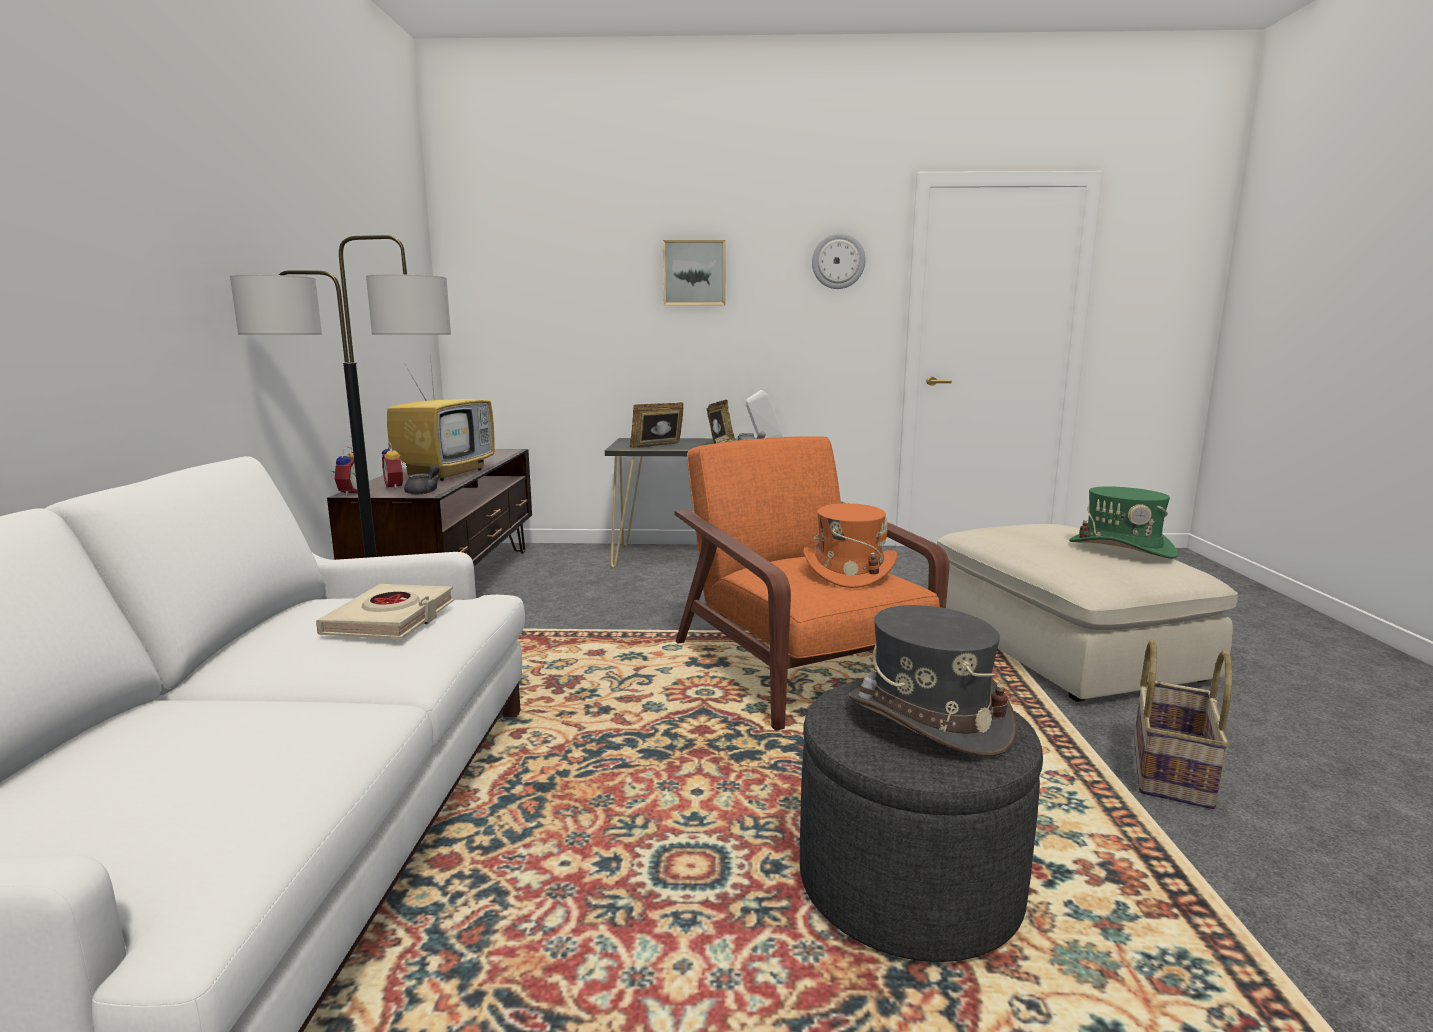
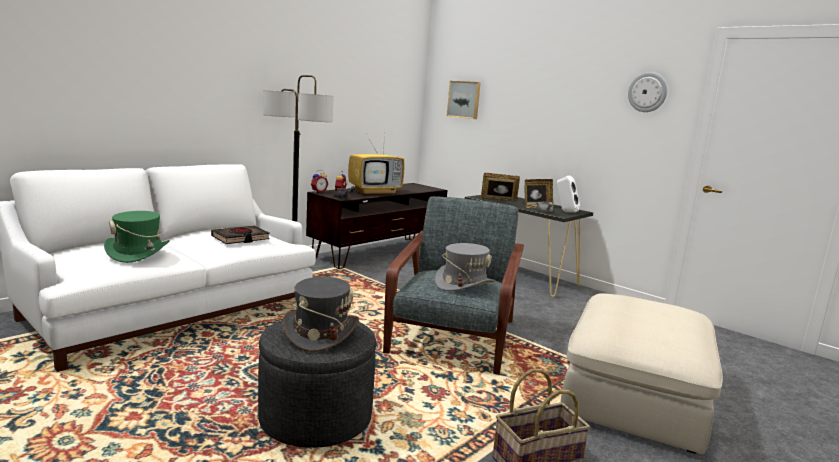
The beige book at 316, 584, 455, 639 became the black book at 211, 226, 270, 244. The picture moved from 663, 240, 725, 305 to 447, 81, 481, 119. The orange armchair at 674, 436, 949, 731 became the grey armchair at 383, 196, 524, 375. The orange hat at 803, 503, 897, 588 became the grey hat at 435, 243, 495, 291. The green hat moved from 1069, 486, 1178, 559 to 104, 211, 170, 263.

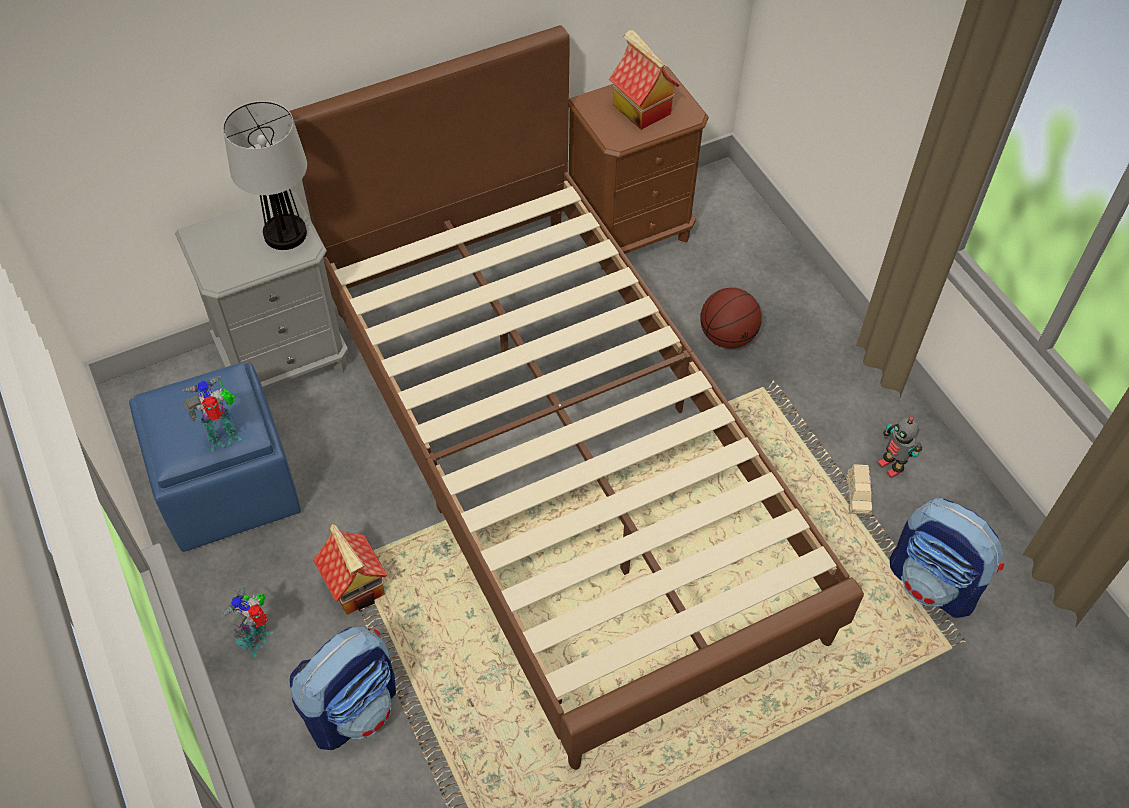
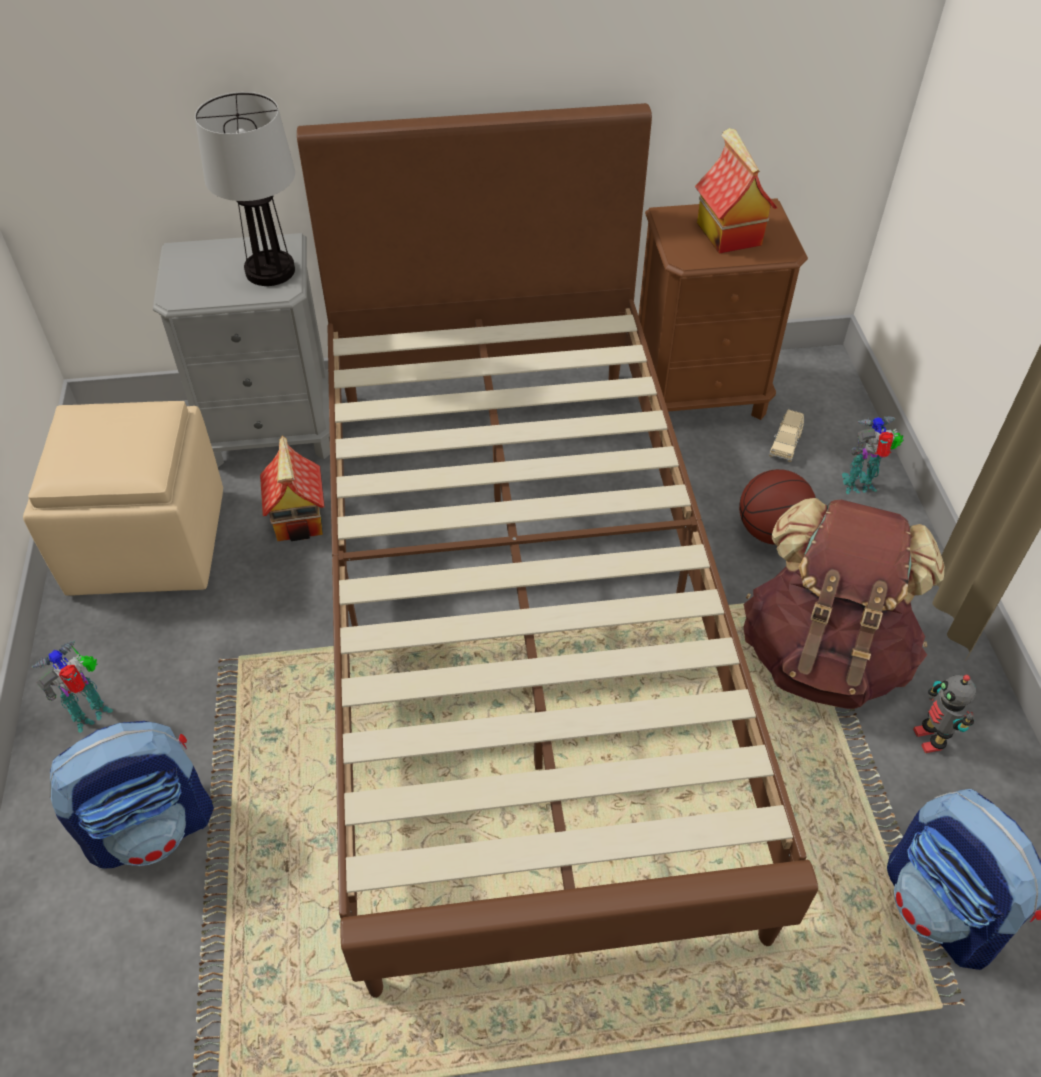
The blue ottoman at 129, 363, 301, 552 became the beige ottoman at 23, 401, 223, 596. The toy robot moved from 182, 376, 242, 452 to 841, 416, 904, 494. The toy house moved from 313, 524, 388, 615 to 260, 435, 325, 541. The beige toy car moved from 846, 464, 873, 515 to 769, 410, 804, 462. The brown backpack at 743, 498, 944, 709 appeared.

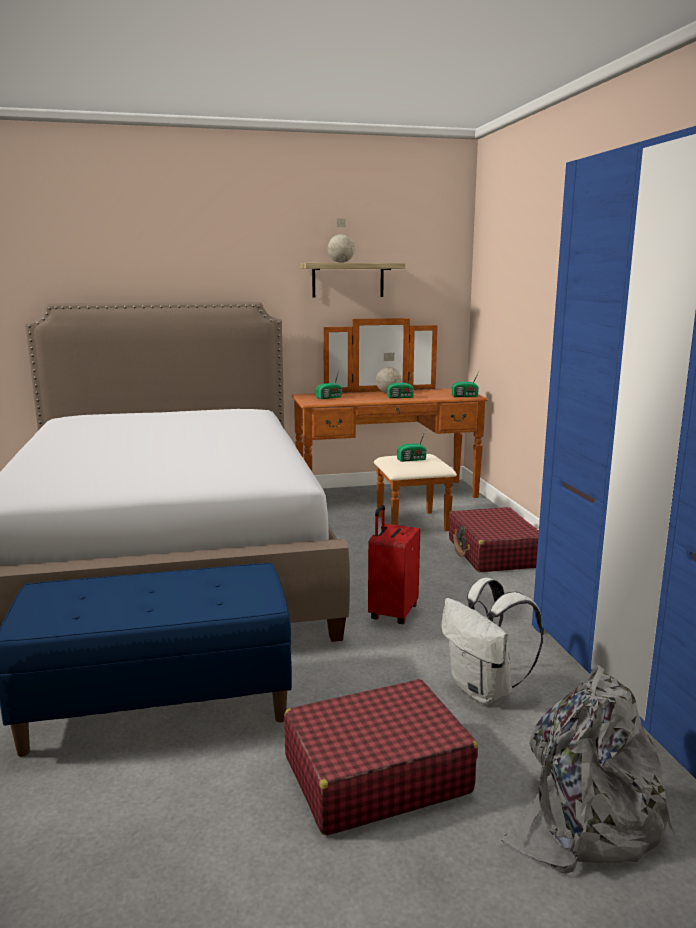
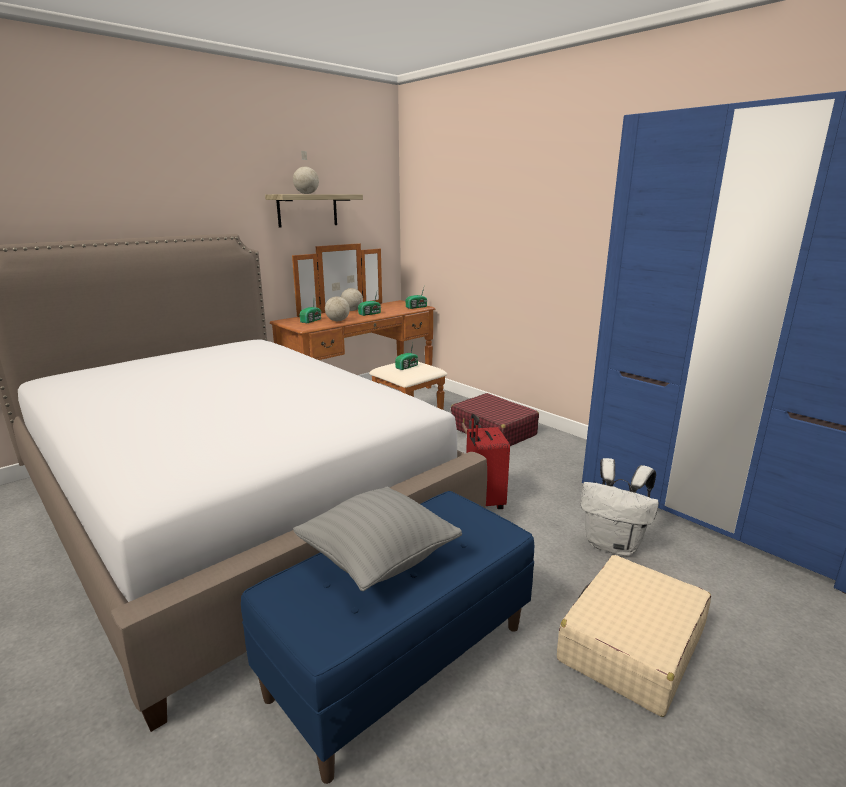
The red suitcase at 284, 679, 478, 835 became the beige suitcase at 557, 555, 711, 717. The grey backpack at 501, 665, 675, 874 disappeared. The grey pillow at 293, 486, 462, 592 appeared. The globe at 325, 282, 350, 321 appeared.

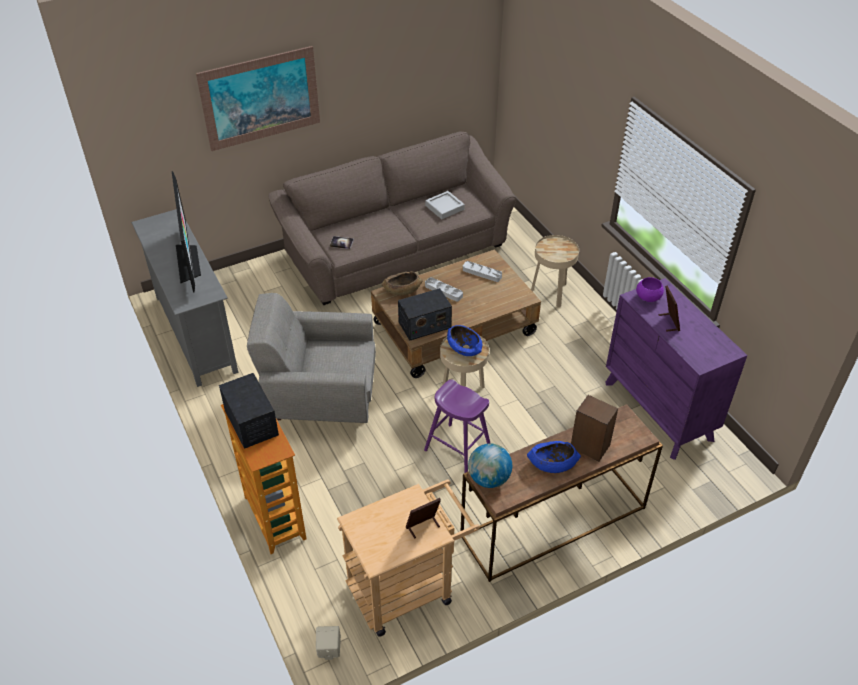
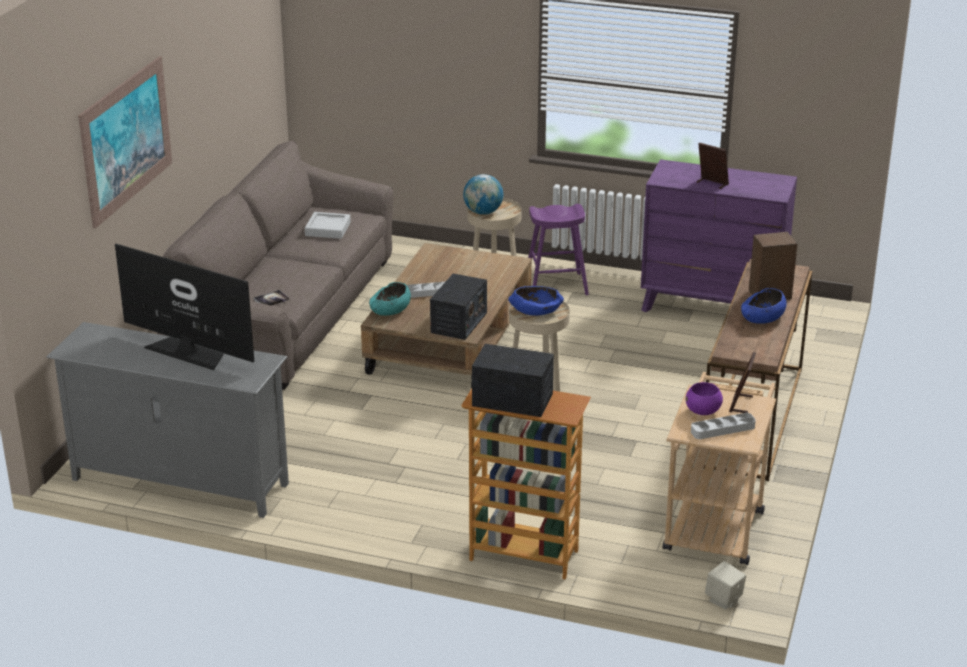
The grey armchair at 247, 293, 376, 423 disappeared. The brown bowl at 382, 271, 423, 295 became the turquoise bowl at 369, 282, 411, 316. The purple stool moved from 424, 380, 491, 473 to 528, 204, 589, 295. The grey tray moved from 463, 261, 502, 282 to 691, 413, 756, 439. The globe moved from 468, 444, 512, 488 to 463, 174, 503, 215. The purple bowl moved from 636, 277, 664, 302 to 686, 382, 723, 415.

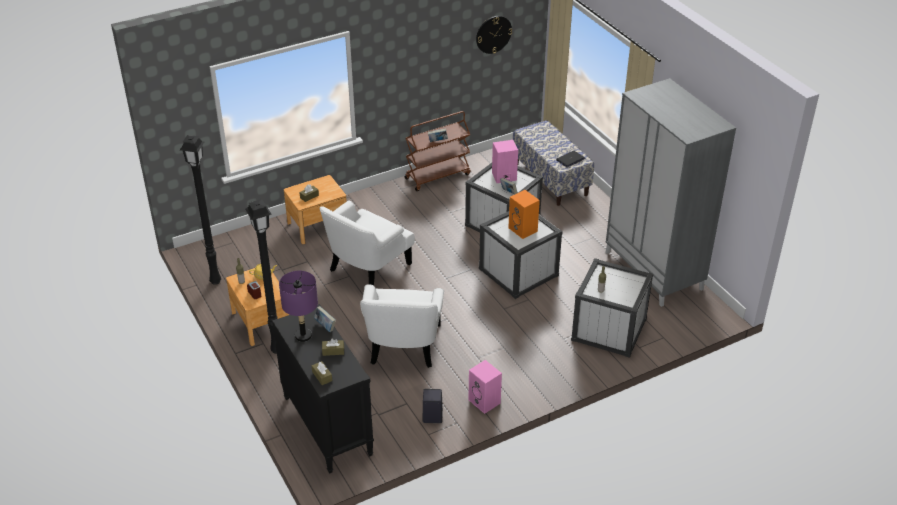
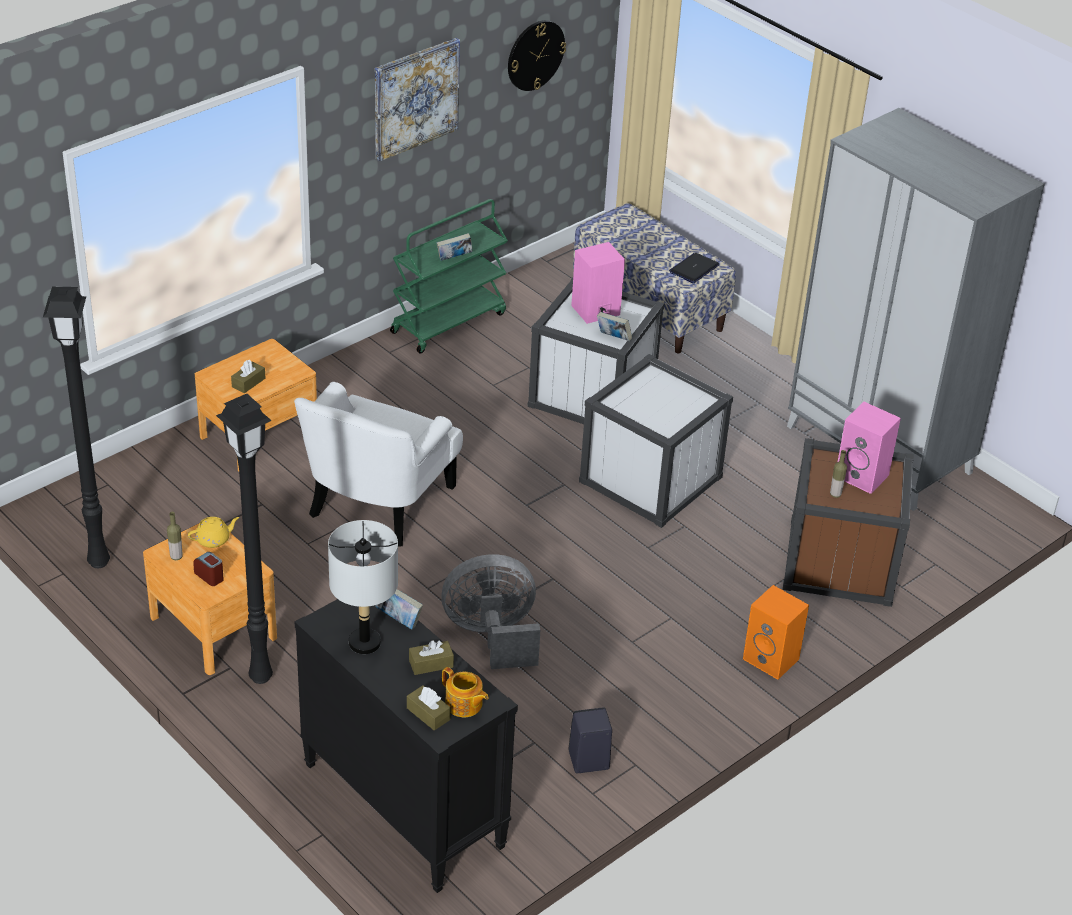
The purple table lamp at 279, 271, 318, 342 became the grey table lamp at 328, 520, 398, 654. The white armchair at 360, 284, 444, 368 was replaced by the grey fan at 441, 554, 540, 669. The brown cart at 405, 111, 471, 191 became the green cart at 390, 199, 508, 354. The pink speaker moved from 468, 360, 502, 414 to 838, 402, 901, 494. The orange speaker moved from 508, 190, 540, 239 to 743, 585, 809, 680. The white storage box at 571, 258, 653, 358 became the brown storage box at 782, 438, 914, 607. The picture at 375, 38, 460, 162 appeared. The teapot at 442, 667, 489, 717 appeared.

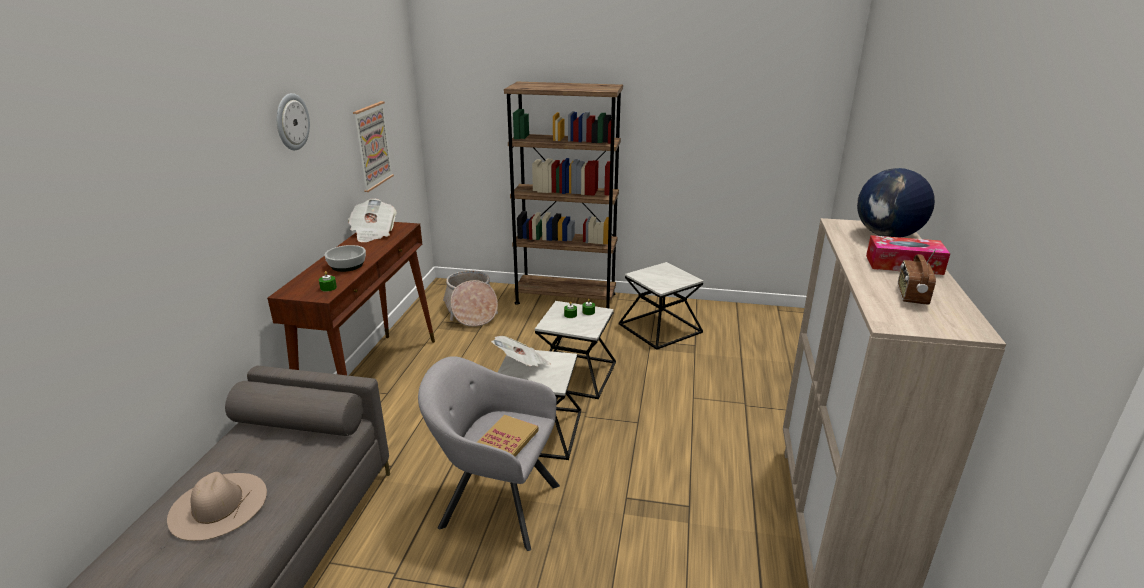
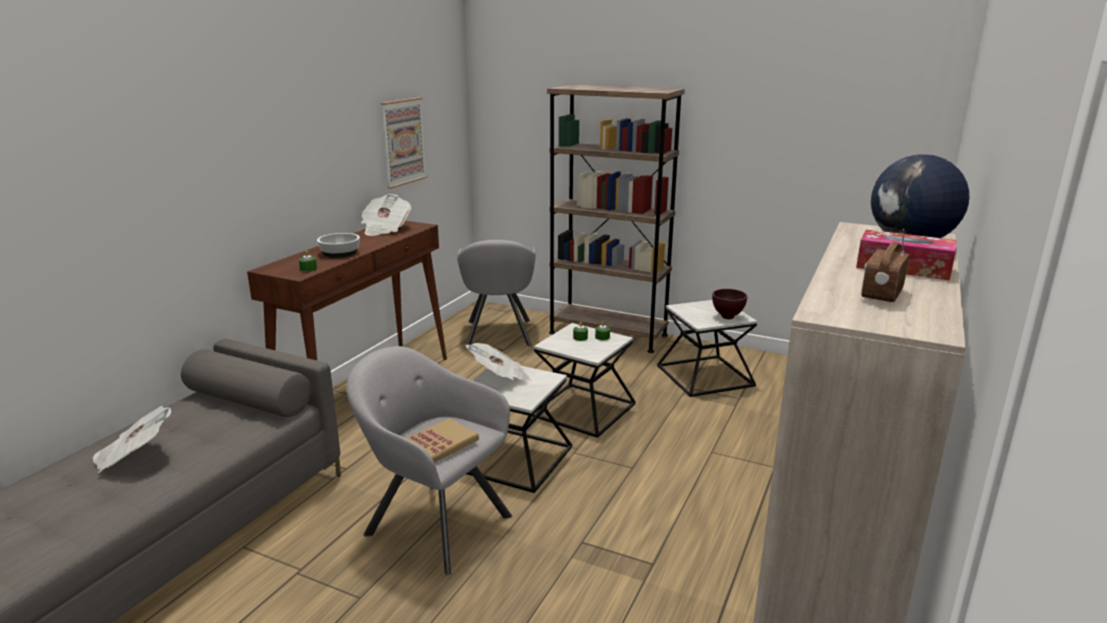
The beige hat at 167, 472, 267, 541 was replaced by the newspaper at 93, 406, 171, 473. The wall clock at 277, 93, 310, 150 disappeared. The basket at 443, 270, 498, 327 was replaced by the grey armchair at 457, 240, 536, 348. The brown bowl at 712, 289, 747, 319 appeared.

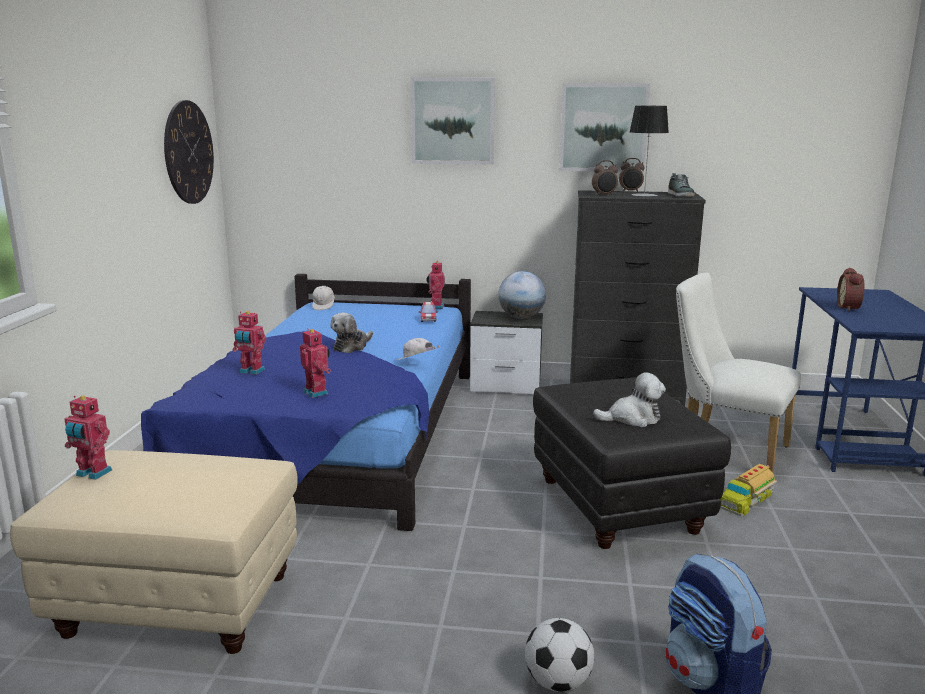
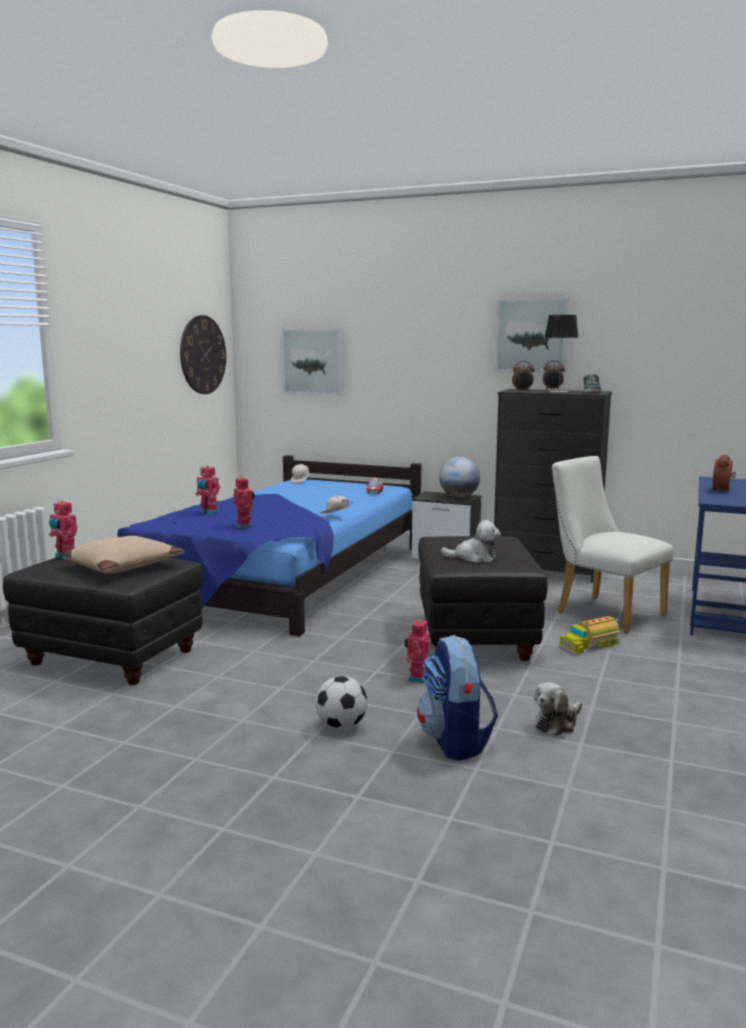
The beige ottoman at 10, 450, 297, 654 became the black ottoman at 3, 557, 203, 685. The plush toy moved from 330, 312, 373, 353 to 534, 682, 582, 736. The picture moved from 411, 78, 495, 165 to 281, 328, 342, 396. The toy robot moved from 427, 261, 445, 309 to 405, 618, 430, 683. The beige pillow at 63, 536, 184, 574 appeared.

